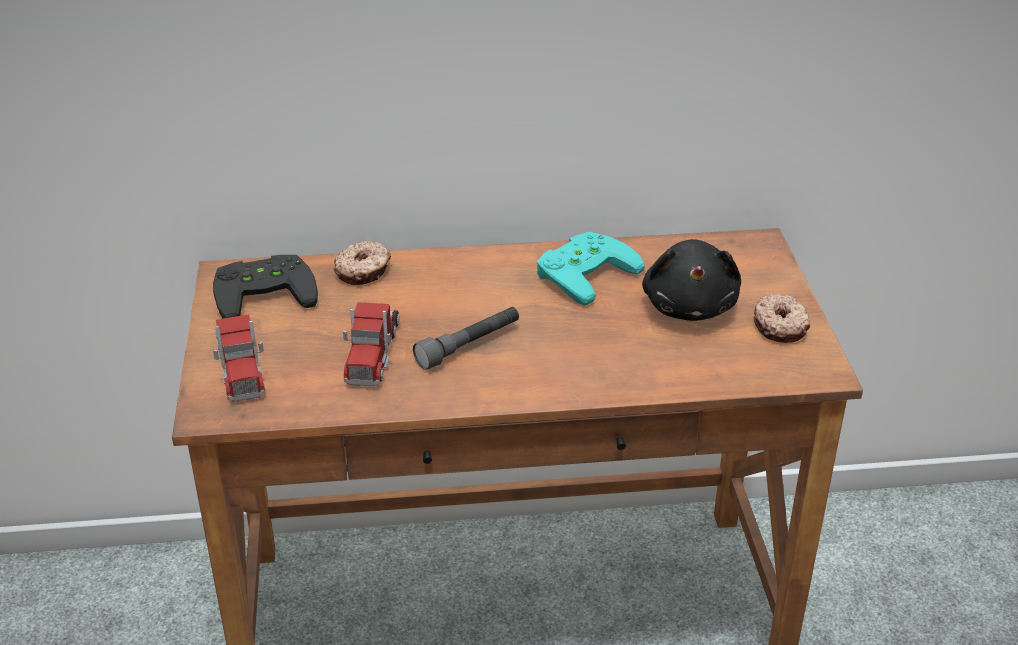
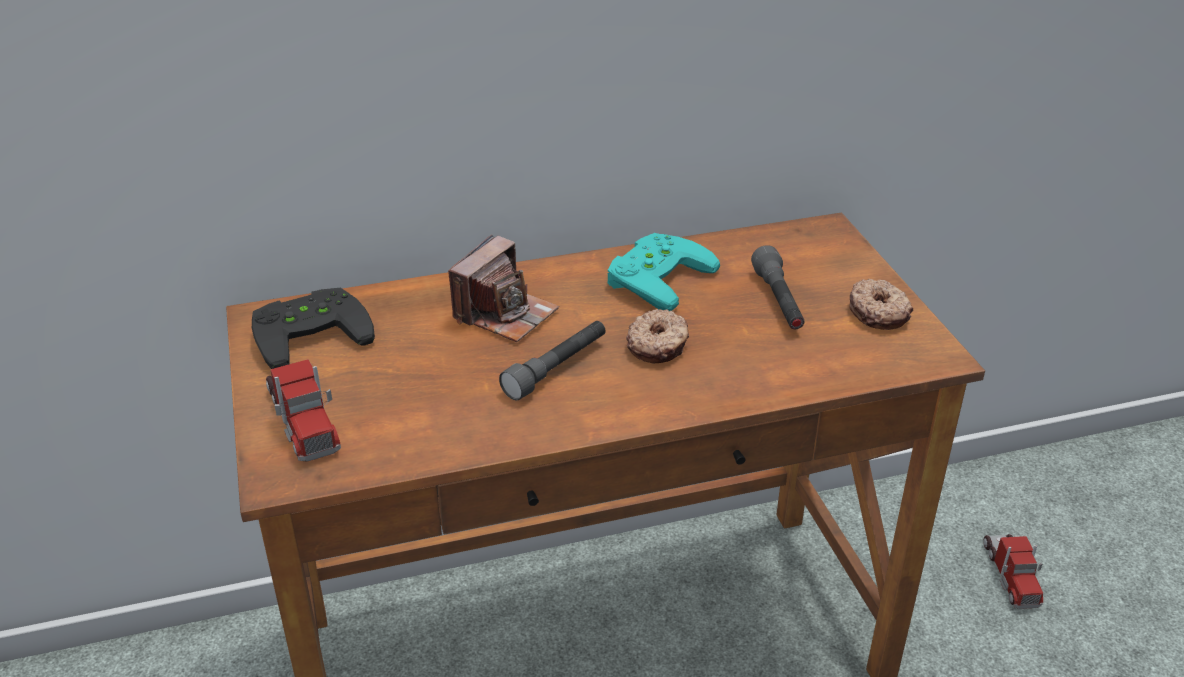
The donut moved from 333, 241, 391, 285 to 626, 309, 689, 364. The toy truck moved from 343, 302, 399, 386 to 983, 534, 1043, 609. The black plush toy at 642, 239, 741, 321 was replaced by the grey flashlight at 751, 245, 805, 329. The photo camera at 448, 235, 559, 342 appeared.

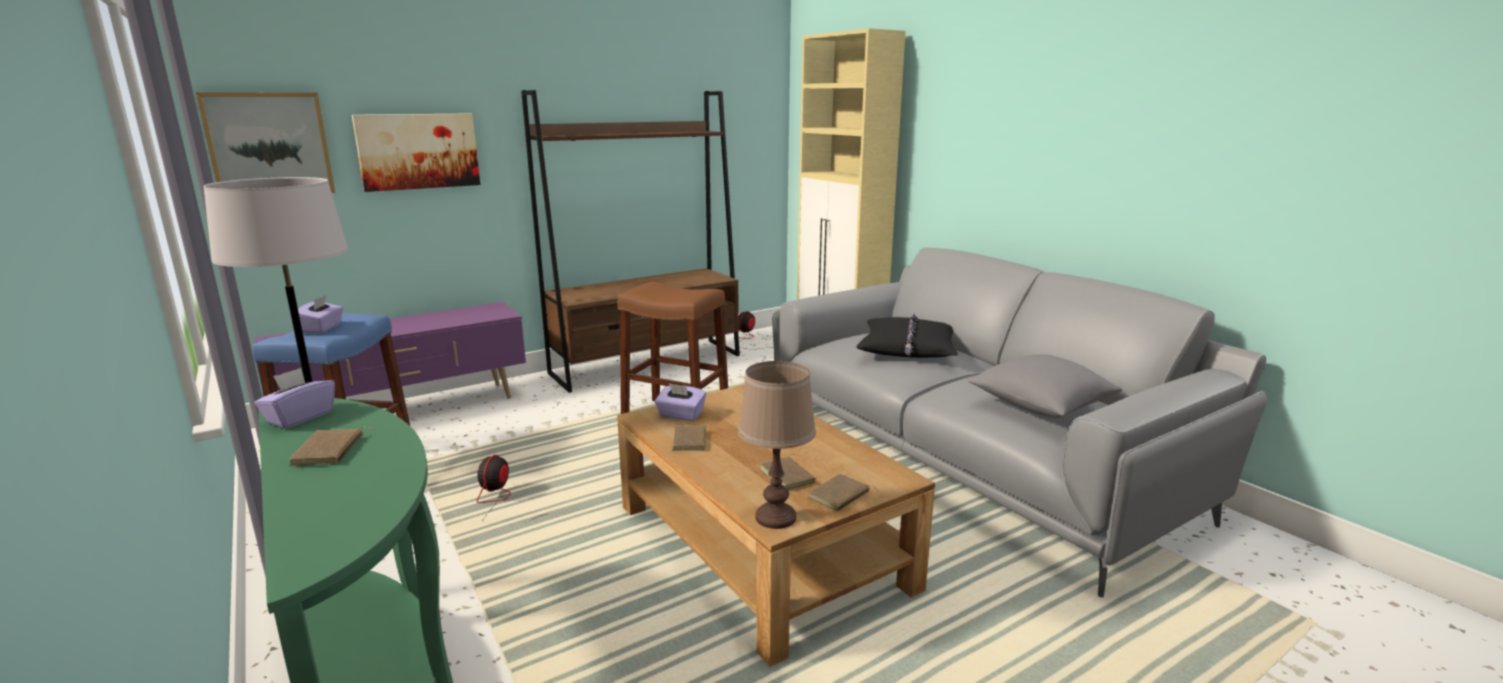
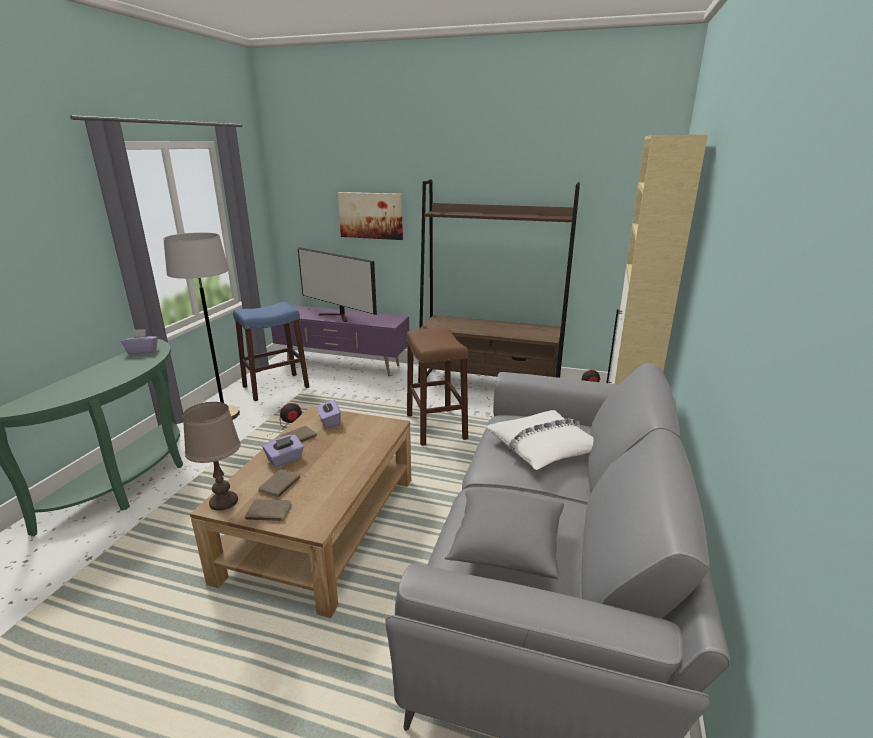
The picture at 196, 92, 335, 193 disappeared. The brown book at 289, 427, 376, 466 disappeared. The purple tissue box moved from 298, 295, 343, 333 to 263, 435, 304, 467. The black pillow at 857, 312, 958, 358 became the white pillow at 486, 410, 594, 470. The television at 298, 247, 377, 322 appeared.

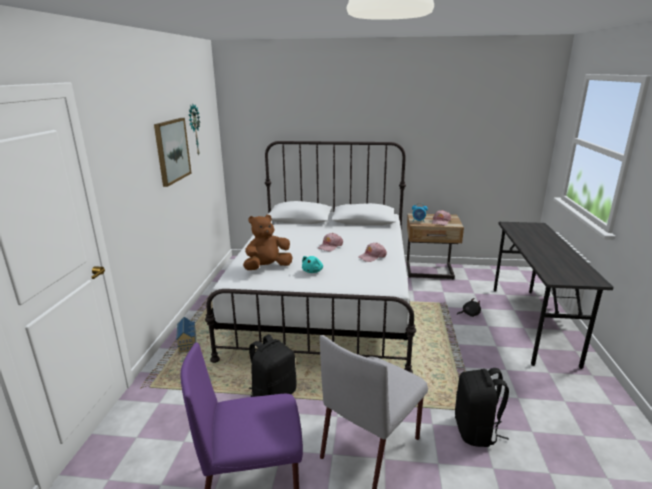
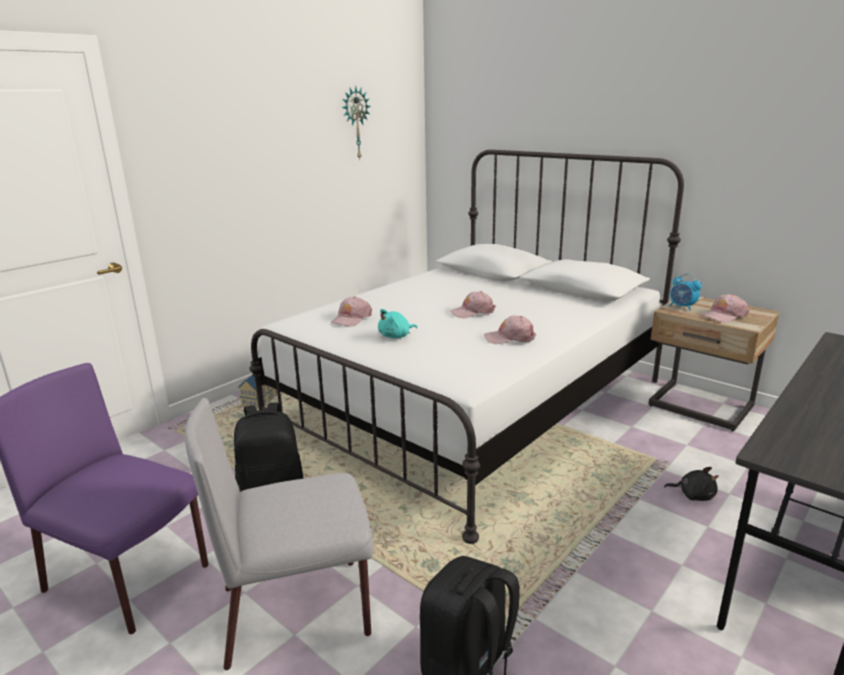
The picture at 154, 118, 191, 187 disappeared. The brown plush toy at 243, 215, 292, 270 was replaced by the pink cap at 331, 296, 372, 326.

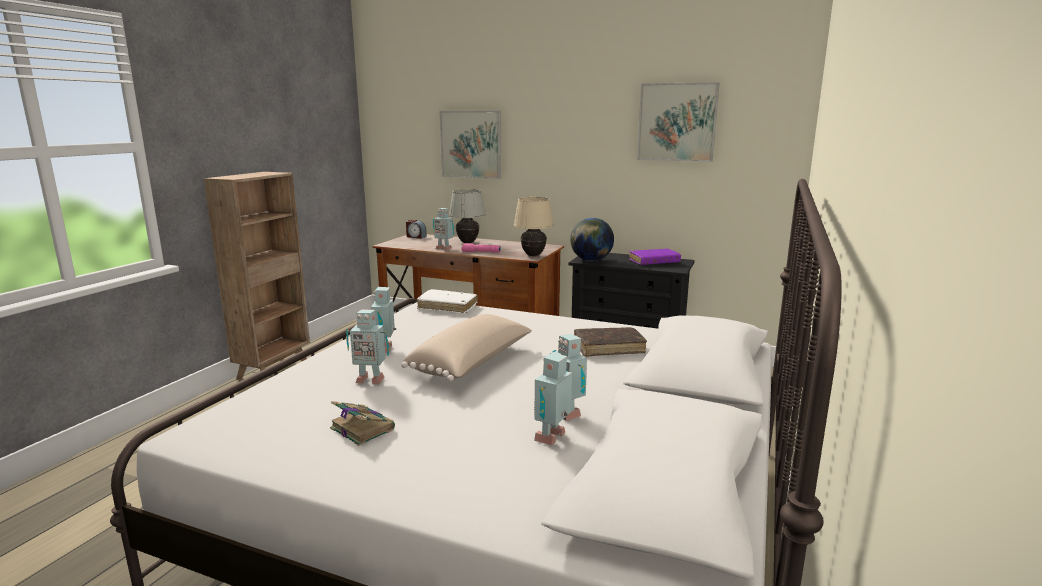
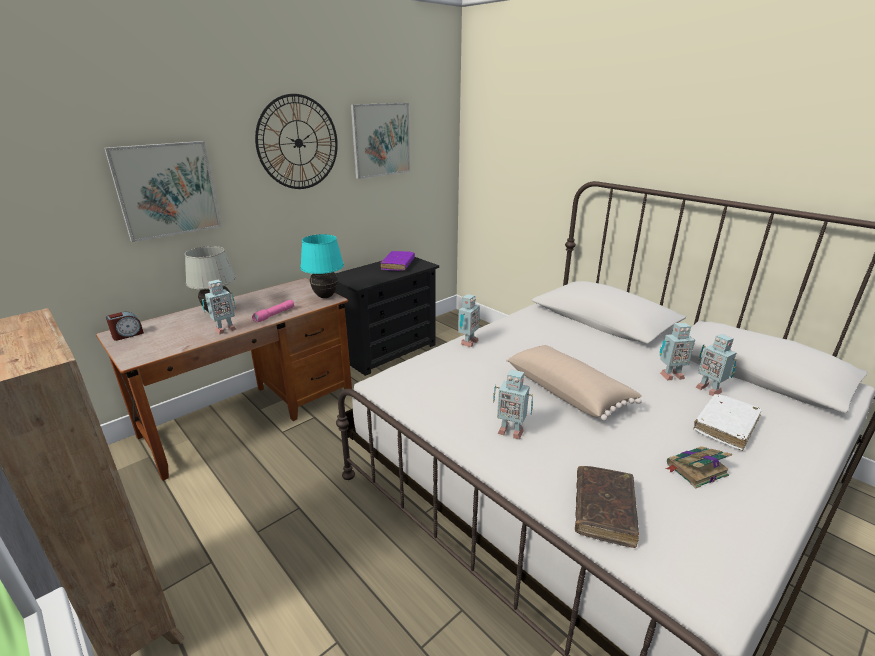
The toy robot moved from 346, 309, 389, 385 to 458, 294, 480, 347. The white book moved from 417, 289, 478, 314 to 693, 394, 762, 451. The beige table lamp at 514, 197, 554, 256 became the turquoise table lamp at 300, 234, 344, 298. The globe at 570, 218, 614, 261 disappeared. The brown book moved from 574, 327, 647, 357 to 575, 466, 639, 548. The wall clock at 255, 94, 338, 189 appeared.

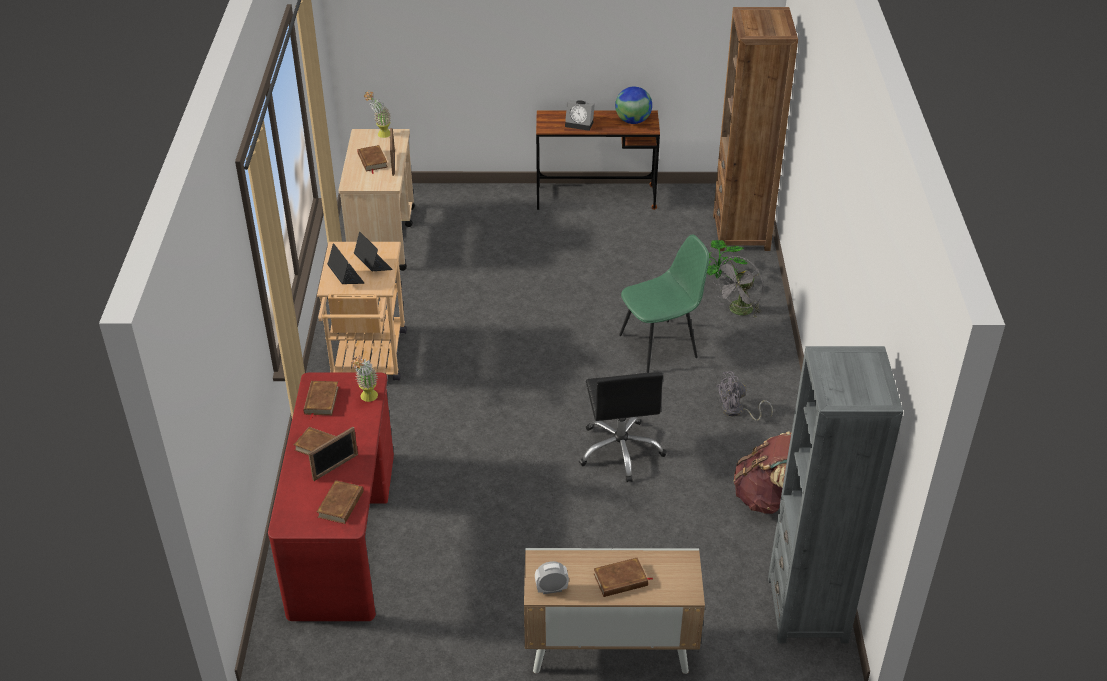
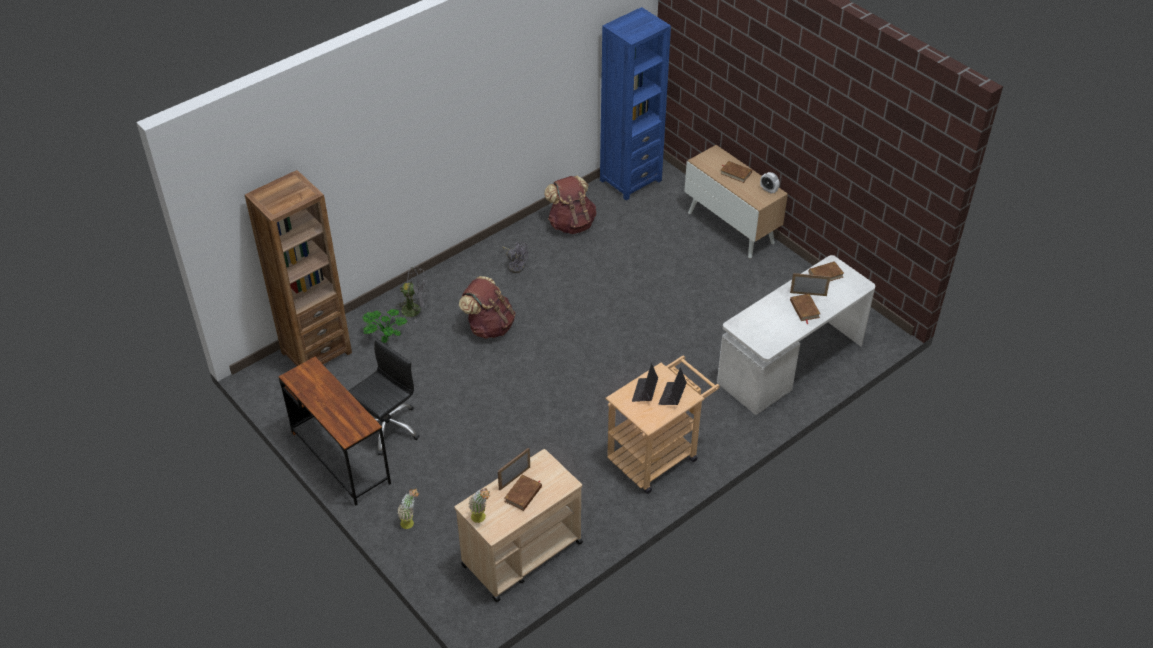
The red desk at 268, 372, 394, 621 became the white desk at 717, 255, 875, 415. The brown book at 303, 381, 339, 420 disappeared. The potted plant moved from 351, 356, 378, 402 to 397, 489, 419, 529. The alarm clock at 565, 100, 595, 131 disappeared. The black office chair moved from 579, 372, 667, 482 to 349, 338, 419, 455. The globe at 615, 87, 652, 124 disappeared. The green chair at 619, 234, 709, 373 was replaced by the brown backpack at 459, 276, 516, 339. The grey bookcase at 768, 346, 903, 643 became the blue bookcase at 600, 7, 671, 200.

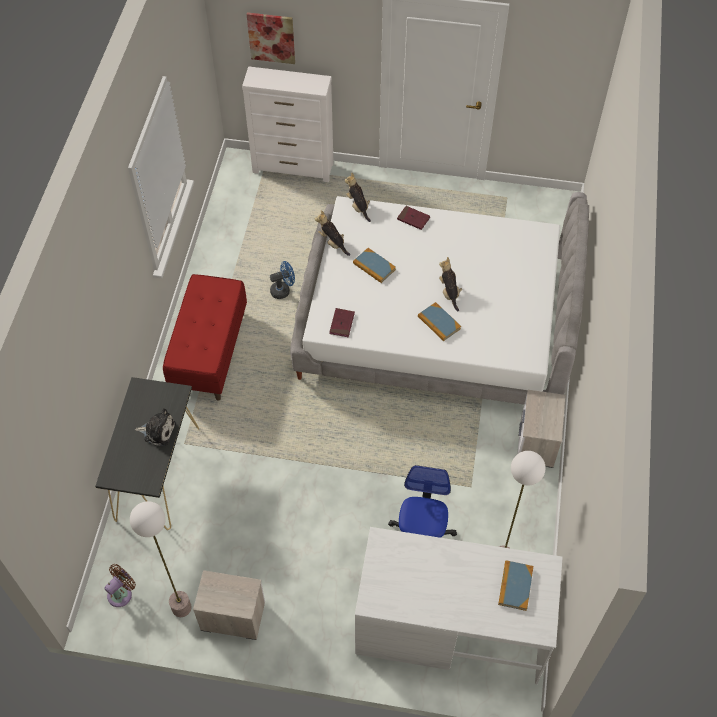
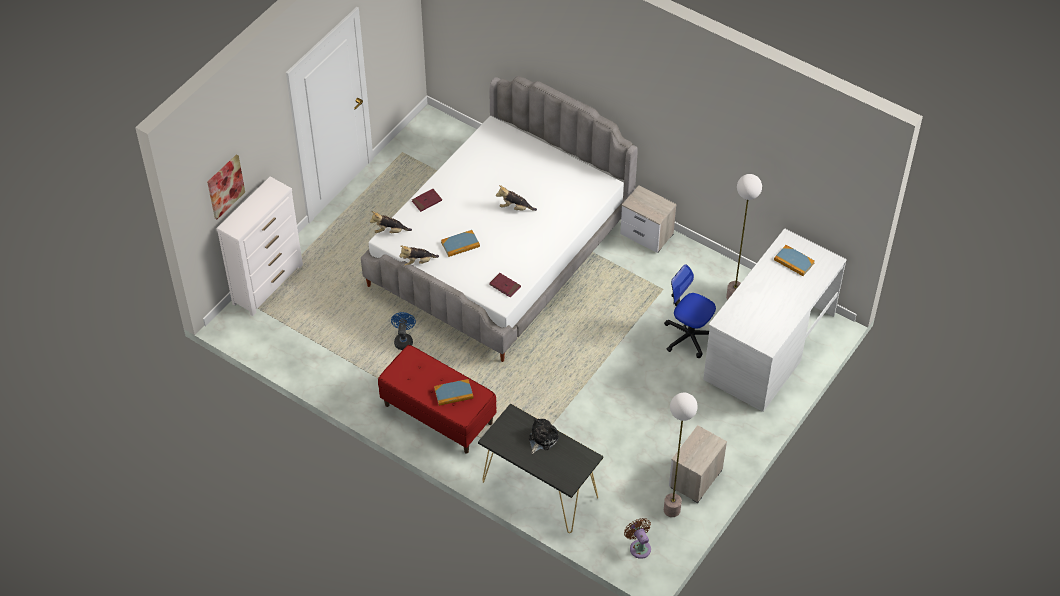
The book moved from 418, 302, 461, 341 to 434, 379, 474, 406.

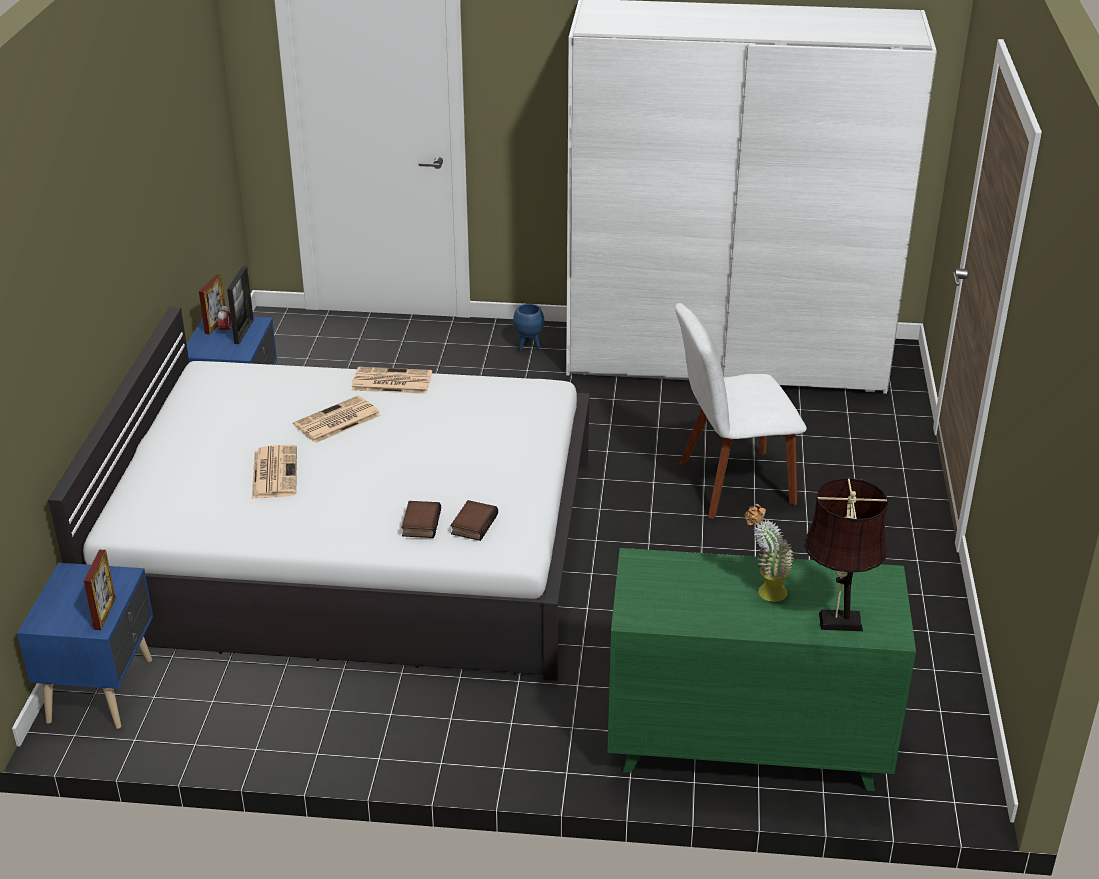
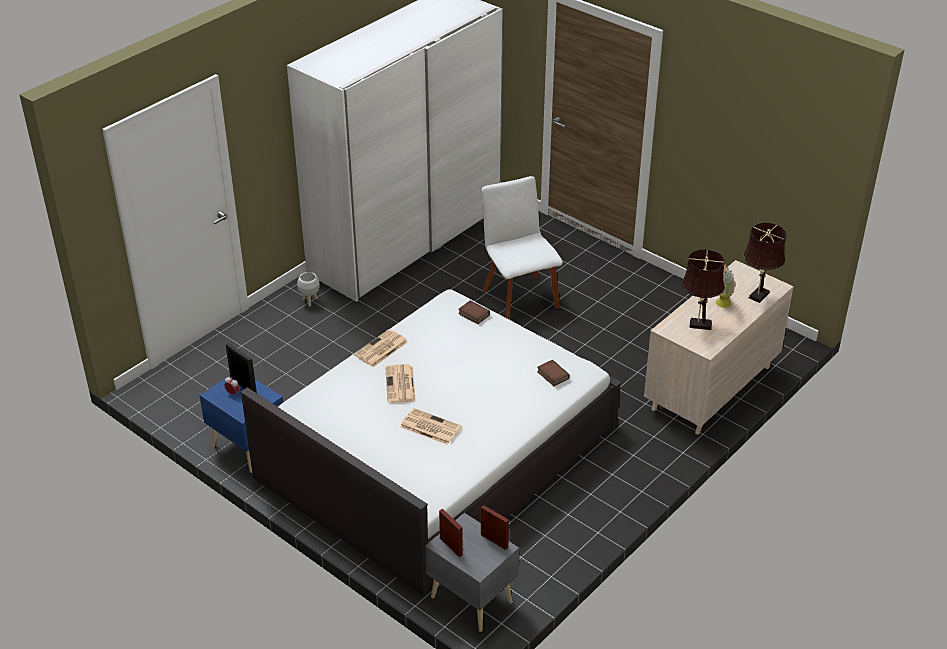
The blue nightstand at 17, 563, 153, 729 became the grey nightstand at 425, 513, 519, 632. The picture frame moved from 199, 274, 225, 334 to 439, 509, 463, 557. The book moved from 401, 501, 441, 538 to 458, 301, 490, 324. The blue planter at 513, 304, 544, 351 became the white planter at 297, 272, 320, 307. The green dresser at 607, 548, 916, 791 became the beige dresser at 644, 260, 794, 435. The white chair at 675, 303, 807, 519 turned 135 degrees clockwise. The brown table lamp at 682, 249, 725, 330 appeared.

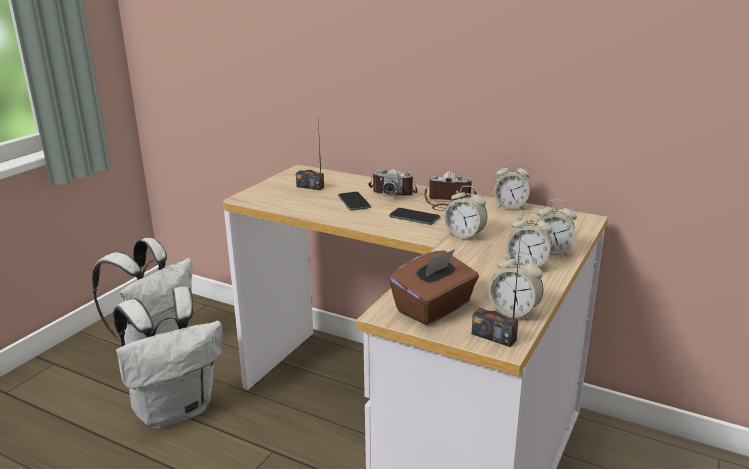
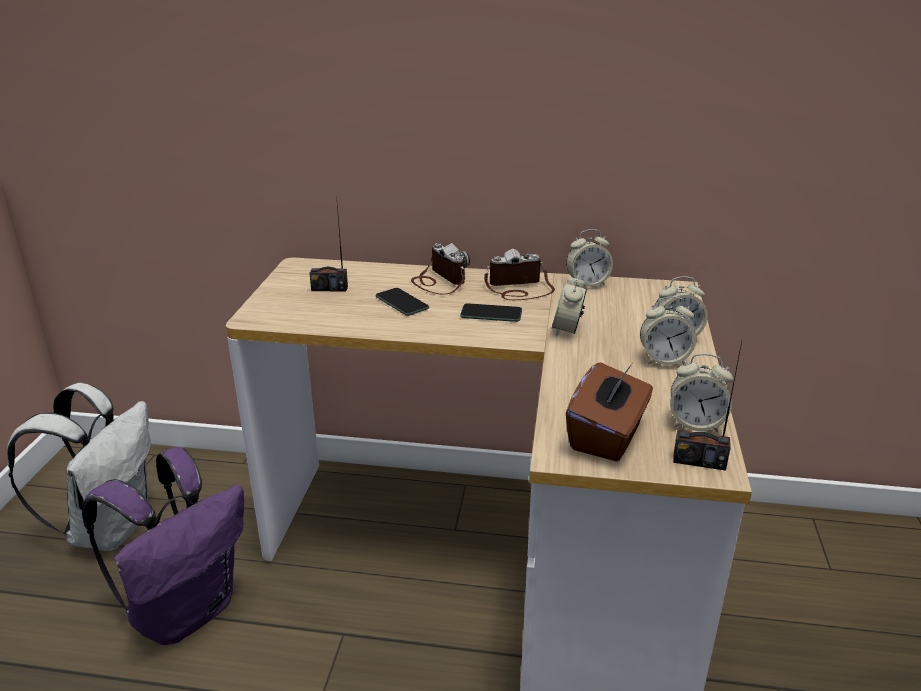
The white backpack at 113, 287, 223, 429 became the purple backpack at 82, 447, 244, 645. The photo camera at 368, 169, 417, 196 turned 120 degrees counterclockwise. The alarm clock at 444, 186, 487, 241 turned 90 degrees clockwise.

